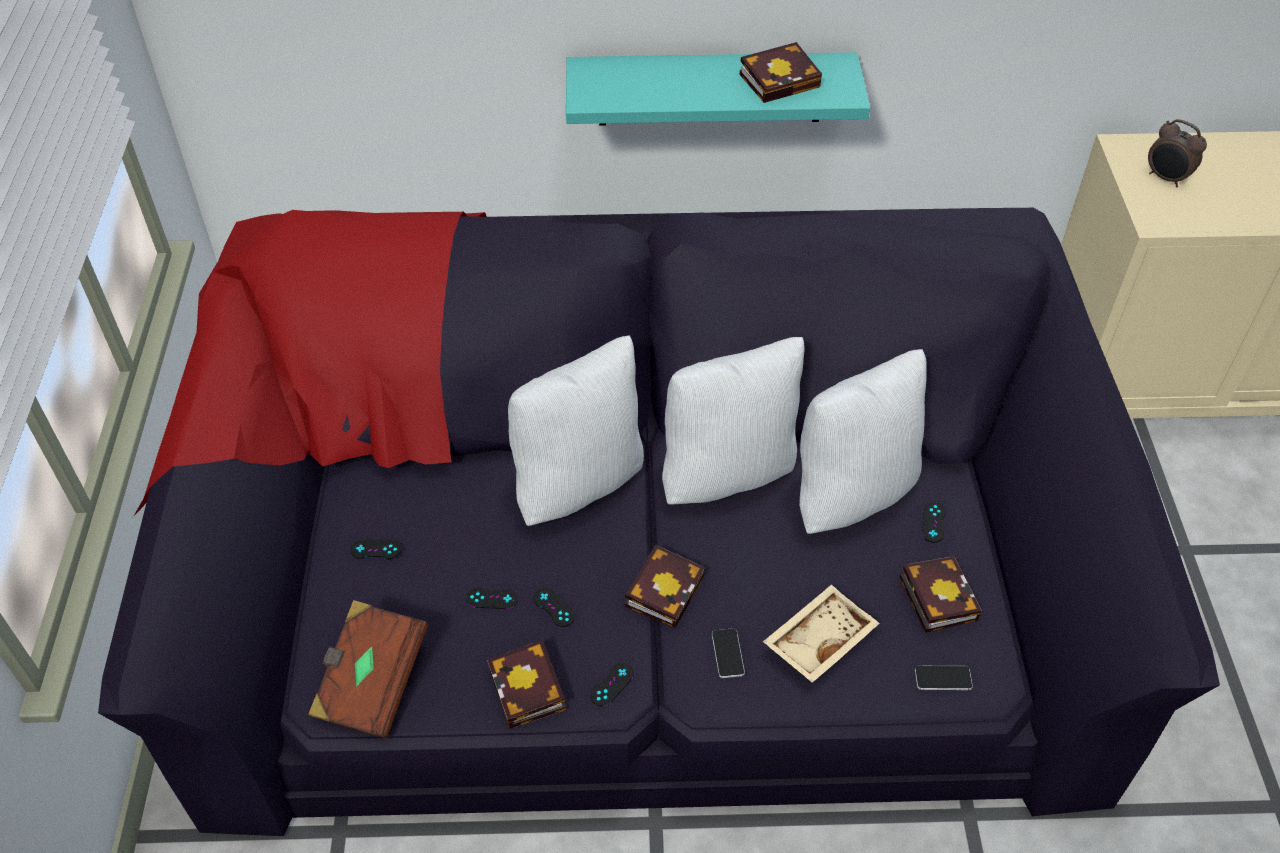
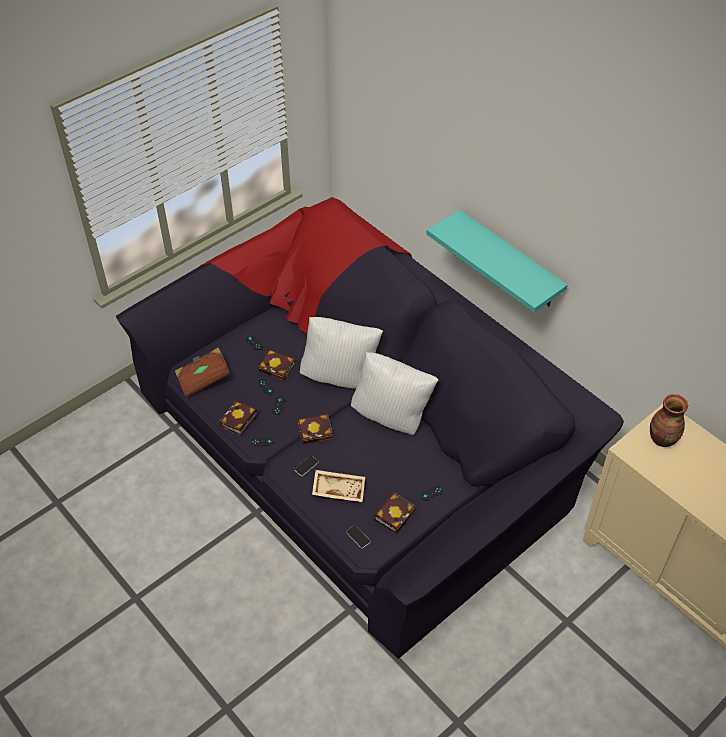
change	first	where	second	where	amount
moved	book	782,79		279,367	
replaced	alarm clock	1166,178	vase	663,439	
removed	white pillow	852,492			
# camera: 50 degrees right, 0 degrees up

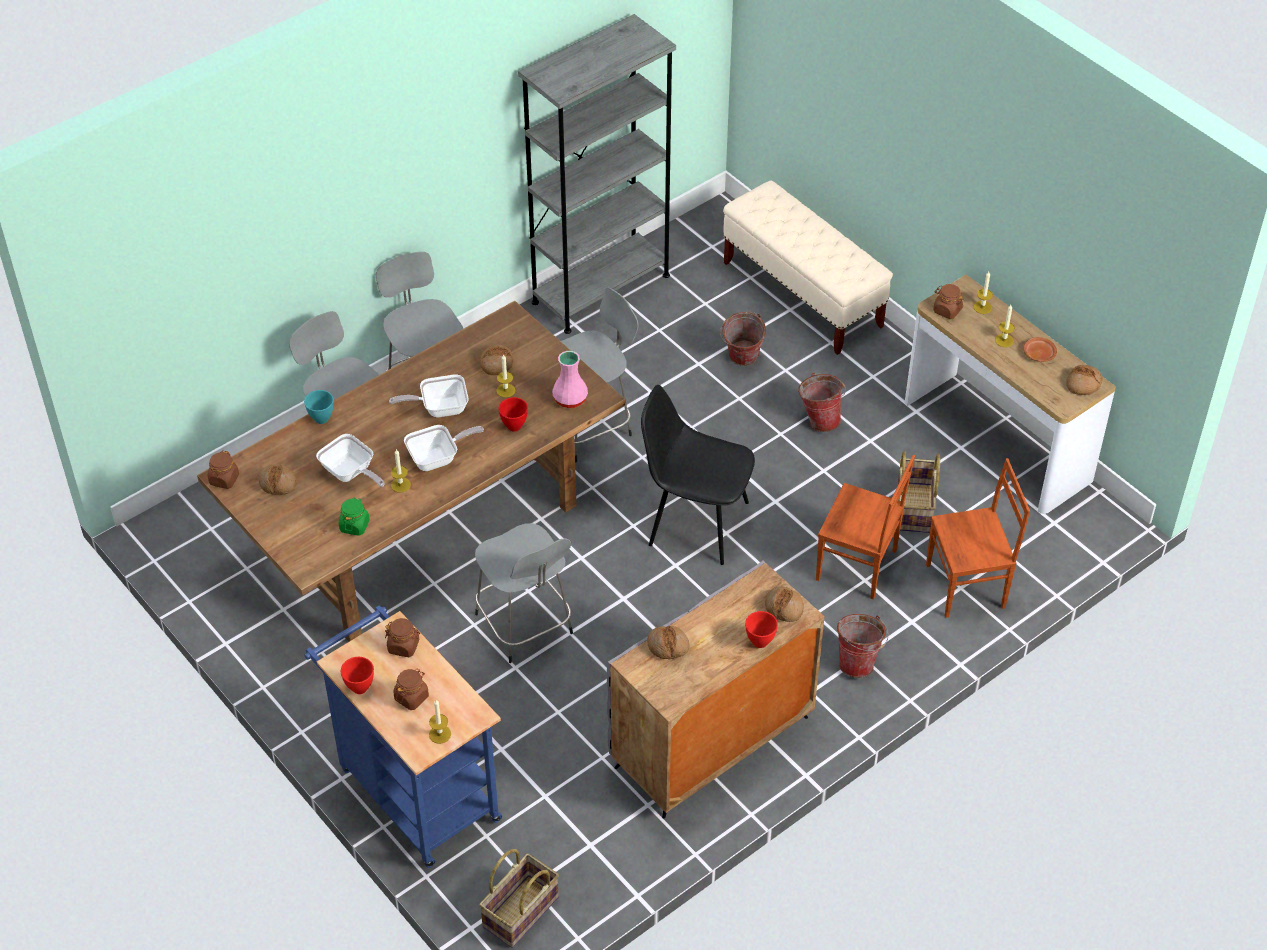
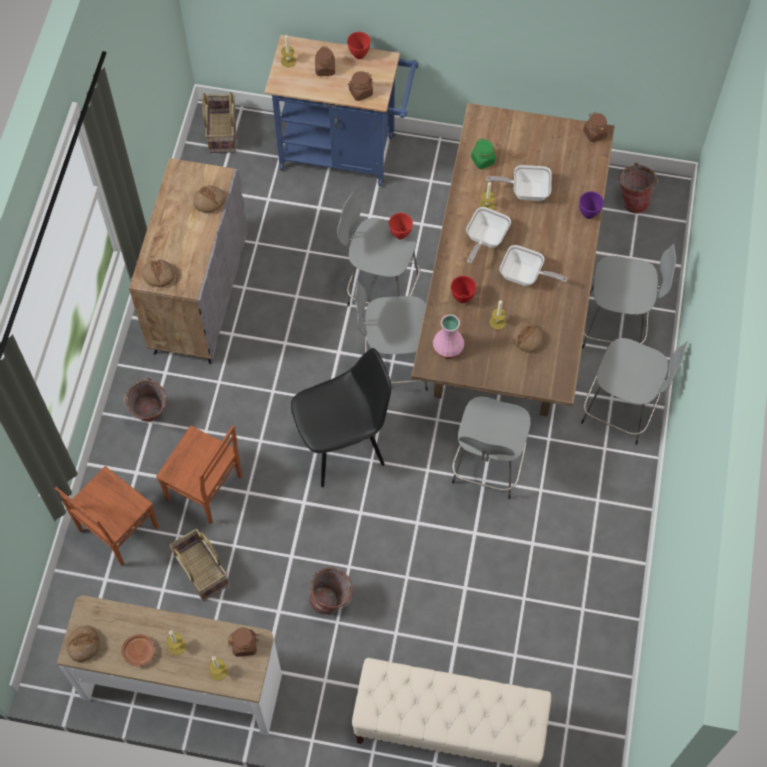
change	first	where	second	where	amount
removed	grey bookcase	601,289			
moved	bucket	741,360		633,200	
turned	frying pan	439,408		525,276	75 degrees clockwise
recoloured	turquoise bowl	321,419	purple bowl	589,214	
turned	brown chair	857,566		205,489	135 degrees counterclockwise
removed	bread	278,483			
moved	red bowl	760,642		399,234	
added			grey stool	394,365	
# camera: 140 degrees right, 15 degrees up

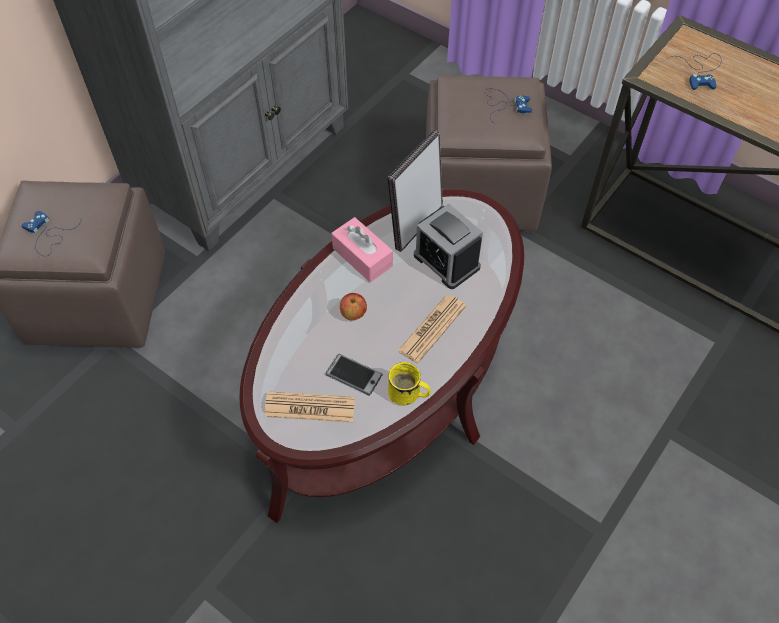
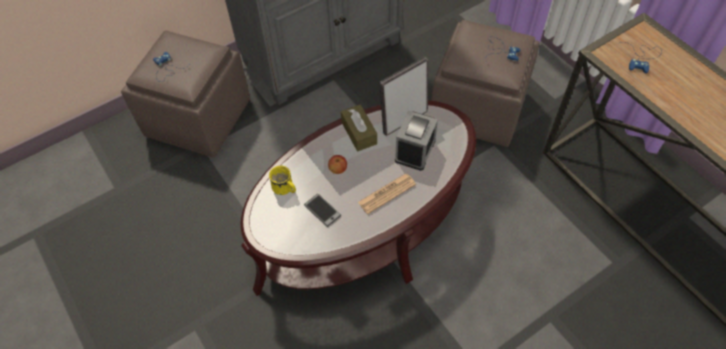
change	first	where	second	where	amount
turned	alarm clock	446,261		415,150	135 degrees counterclockwise
recoloured	pink tissue box	362,257	brown tissue box	359,133	
moved	yellow mug	409,395		285,189	
removed	newspaper	310,407			
# camera: 20 degrees right, 0 degrees up

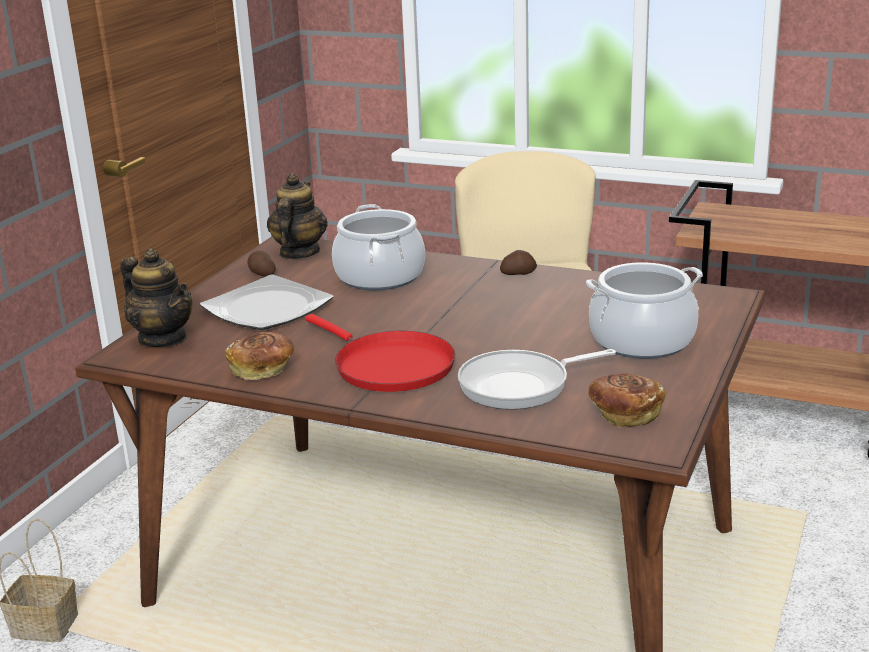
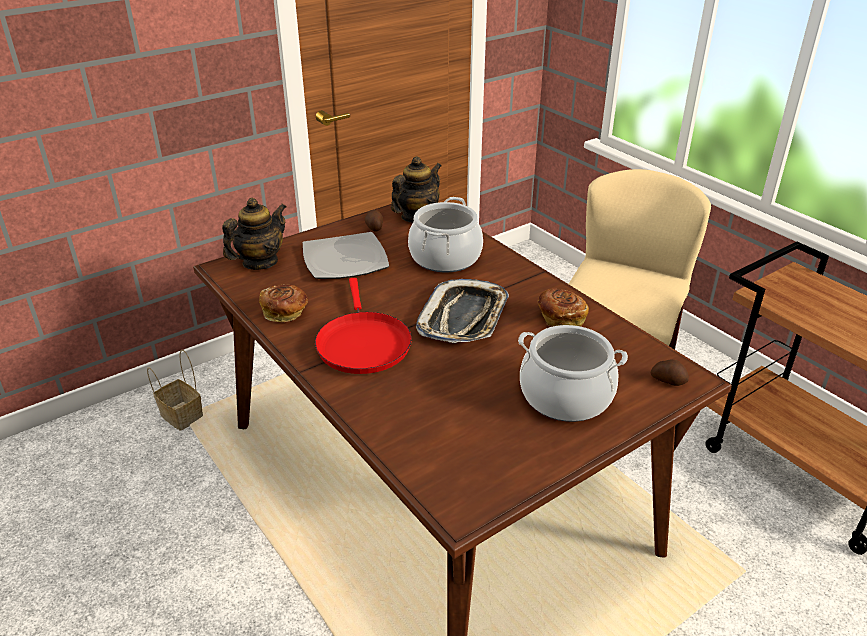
change	first	where	second	where	amount
turned	teapot	163,338		260,262	120 degrees counterclockwise
moved	potato	518,273		668,380	
removed	frying pan	520,385			
moved	bread	624,414		560,318	
added			tray	464,318	
# camera: 30 degrees right, 10 degrees up

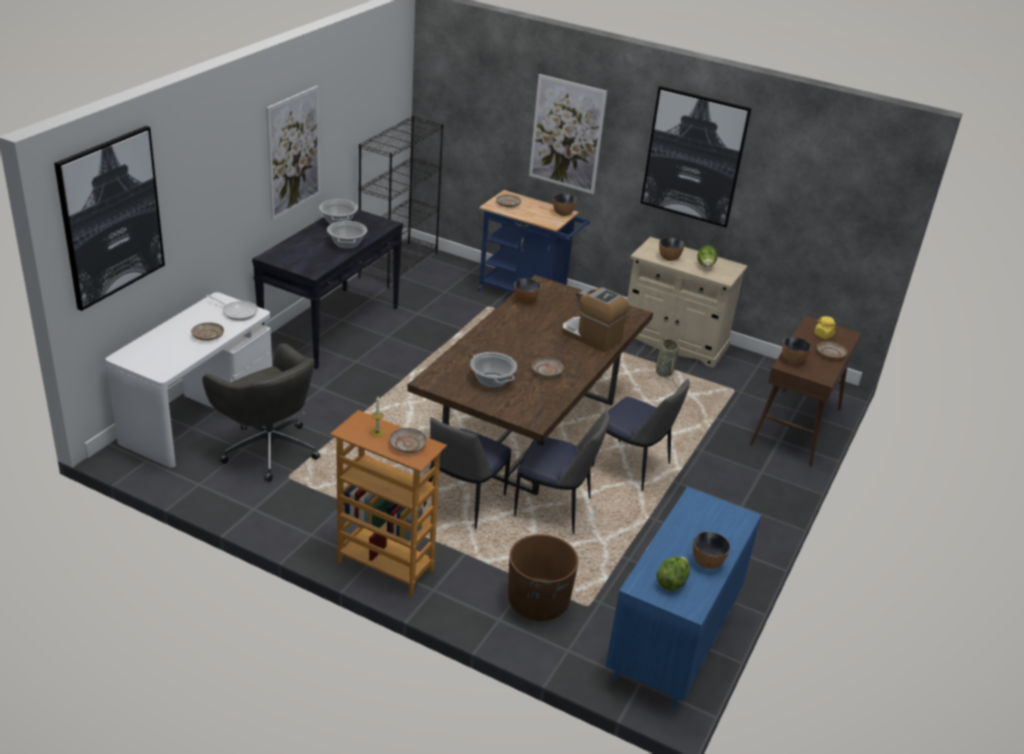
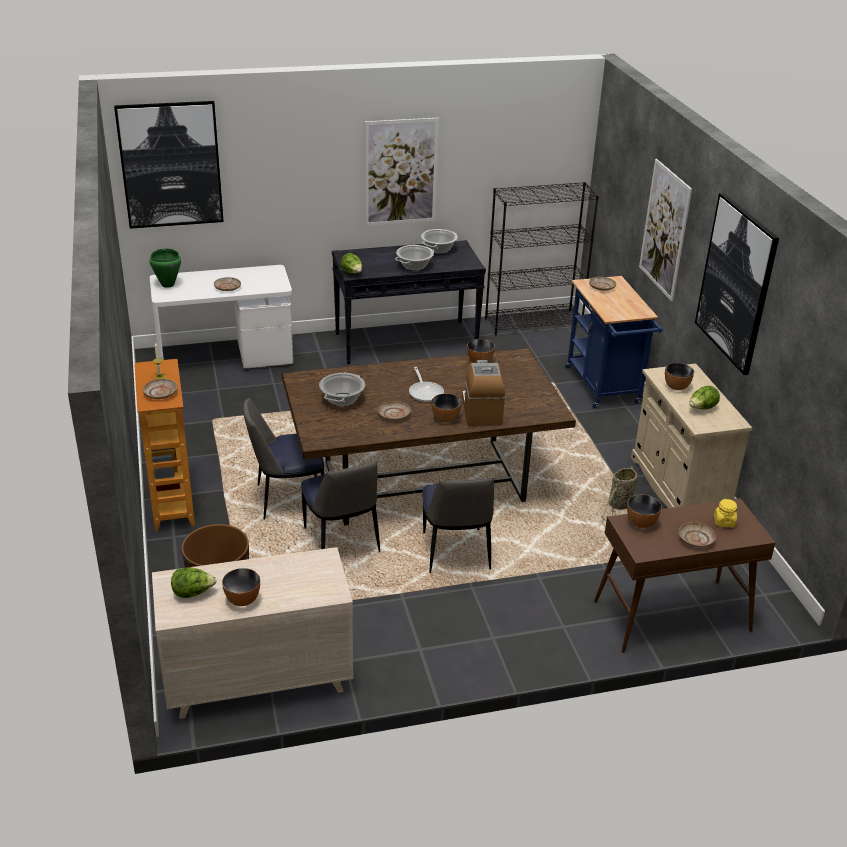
change	first	where	second	where	amount
moved	bowl	563,213		445,418	
moved	frying pan	237,312		425,392	
removed	grey office chair	268,449			
recoloured	blue dresser	673,642	beige dresser	257,681	
added			green cooking pot	167,285	
added			lettuce	352,273	
# camera: 50 degrees right, 0 degrees up

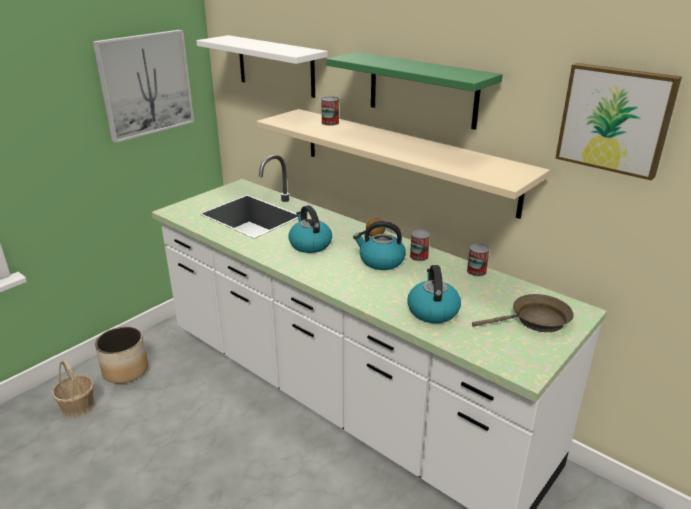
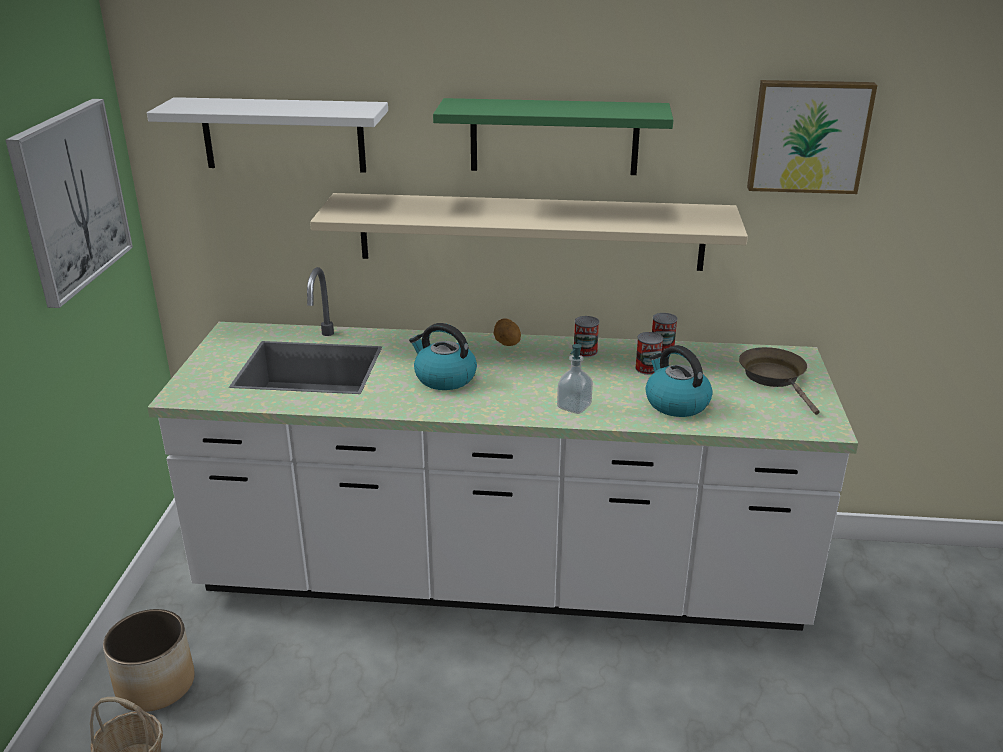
change	first	where	second	where	amount
moved	can	330,123		647,368	
removed	kettle	381,261			
turned	brown frying pan	535,320		775,378	60 degrees counterclockwise
added			soap dispenser	574,407	
# camera: 35 degrees left, 0 degrees up

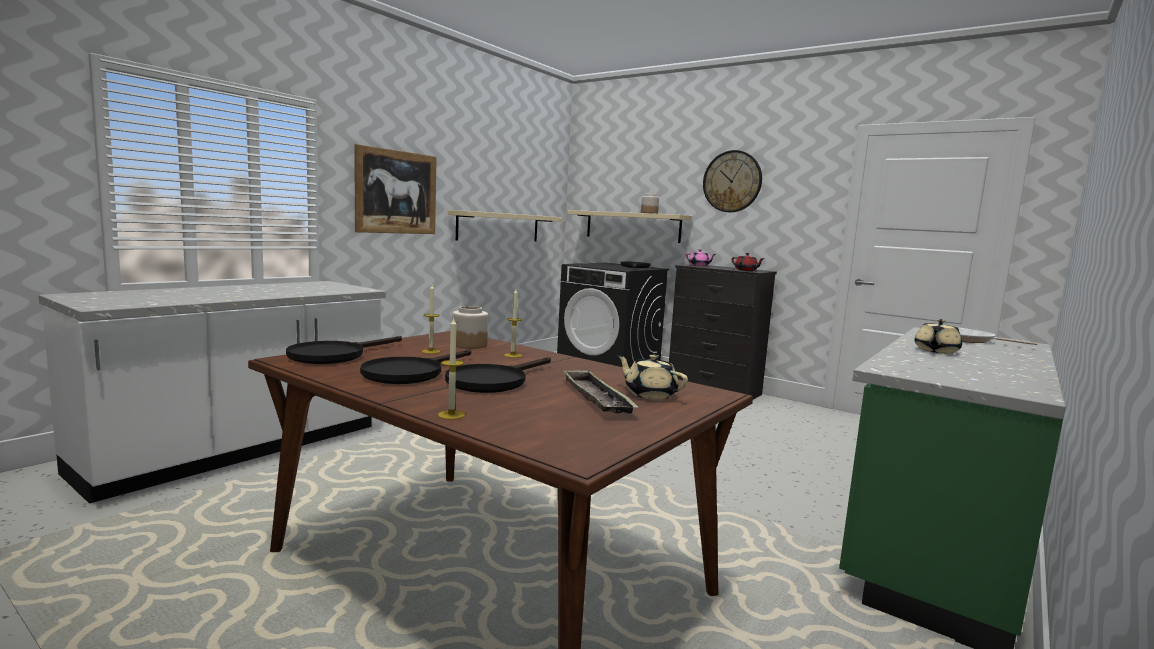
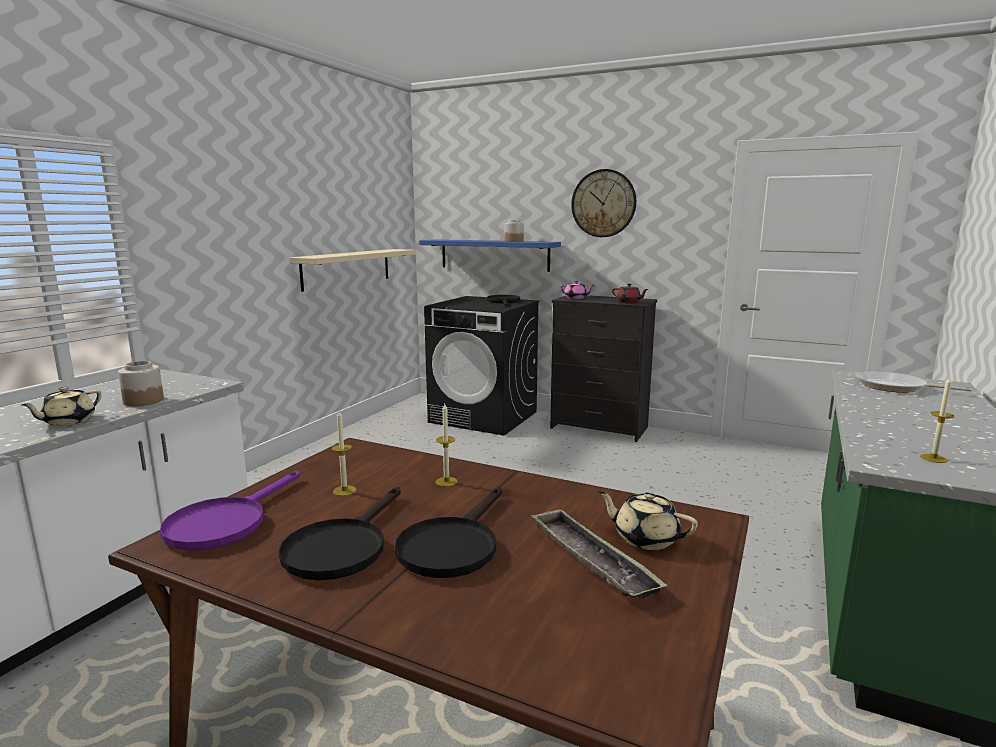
change	first	where	second	where	amount
removed	picture	396,192			
recoloured	beige shelf	632,226	blue shelf	494,255	
moved	jar	469,345		143,401	
moved	candle	451,415		933,458	
moved	beige teapot	936,351		68,421	
recoloured	black frying pan	335,355	purple frying pan	225,522	
# camera: 10 degrees left, 5 degrees up

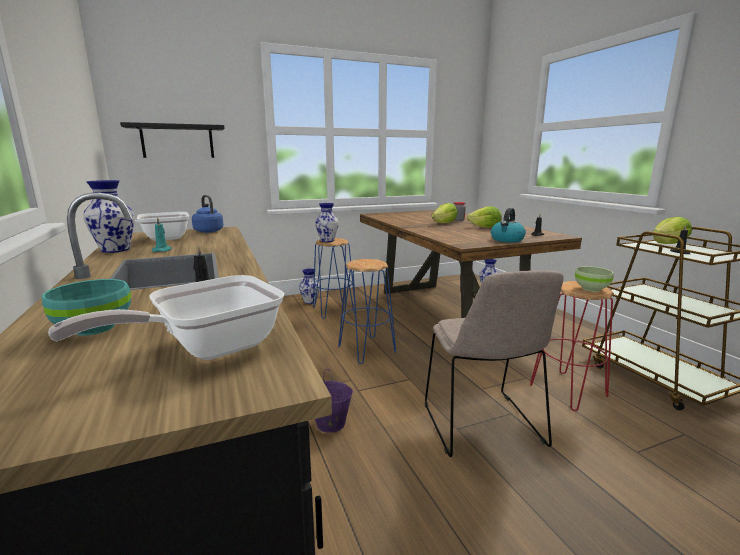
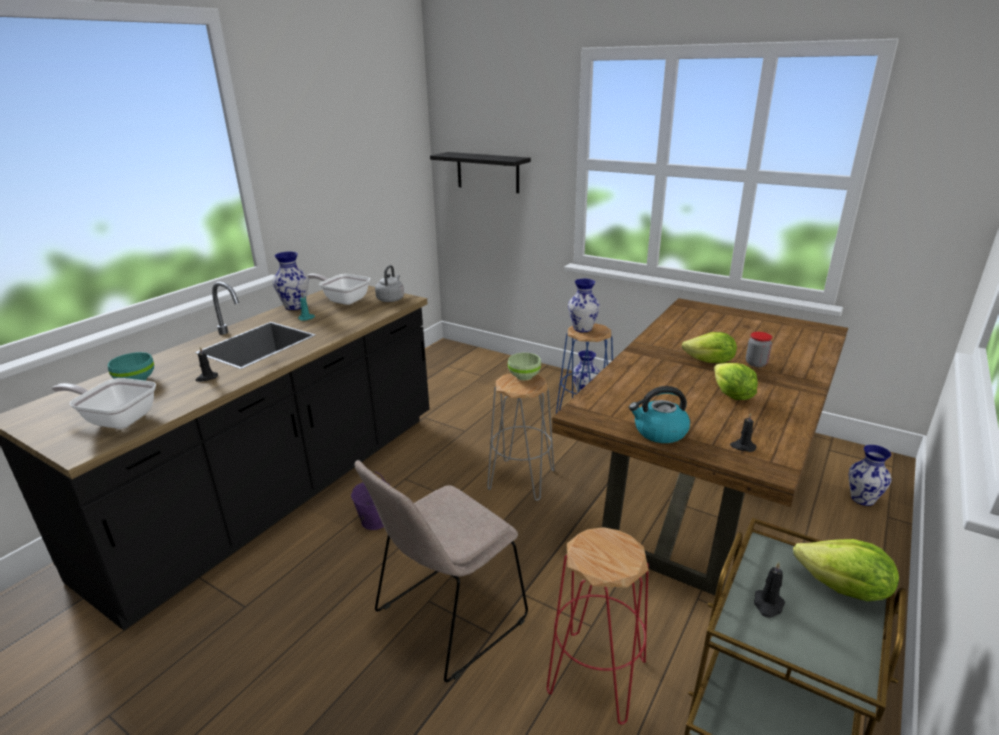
change	first	where	second	where	amount
recoloured	blue kettle	208,231	grey kettle	391,299	
recoloured	blue stool	366,349	grey stool	521,479	
moved	green bowl	592,289		524,377	
# camera: 55 degrees right, 10 degrees up

